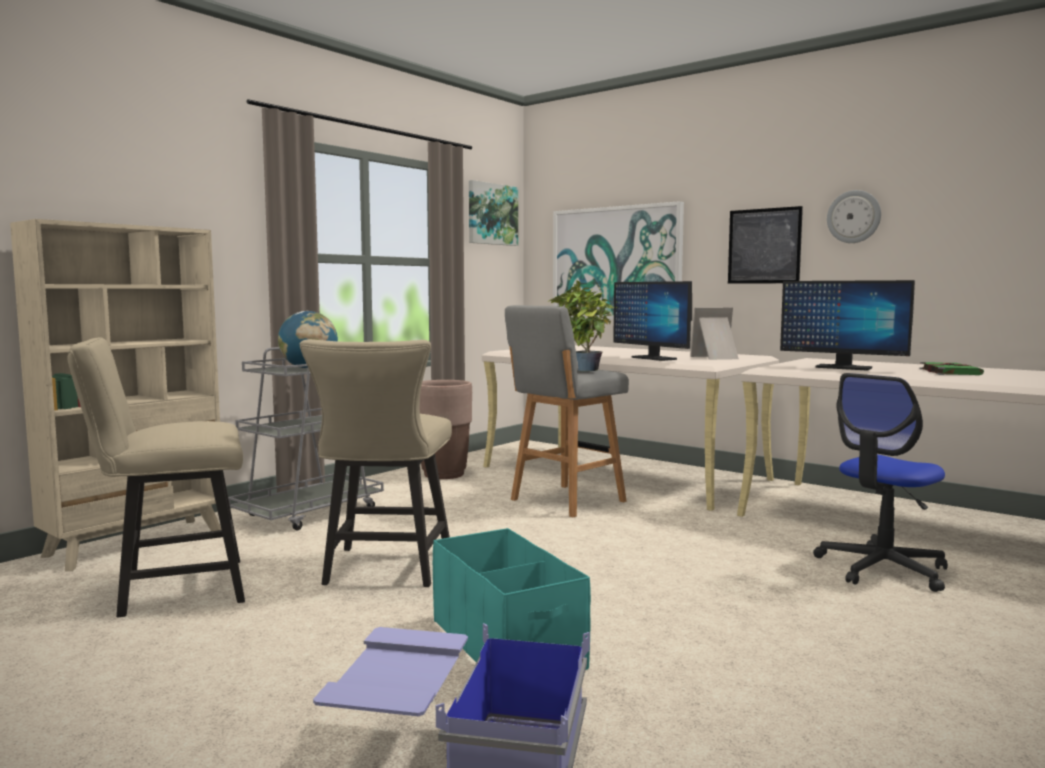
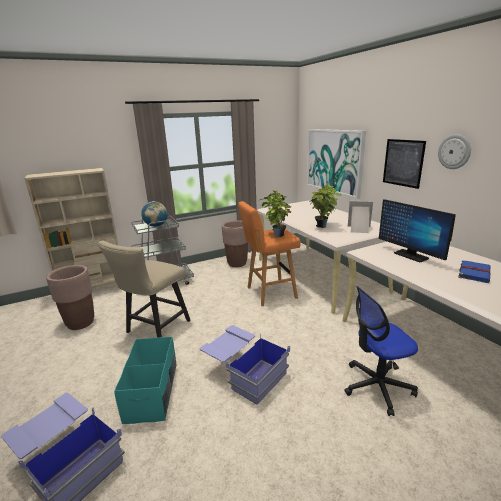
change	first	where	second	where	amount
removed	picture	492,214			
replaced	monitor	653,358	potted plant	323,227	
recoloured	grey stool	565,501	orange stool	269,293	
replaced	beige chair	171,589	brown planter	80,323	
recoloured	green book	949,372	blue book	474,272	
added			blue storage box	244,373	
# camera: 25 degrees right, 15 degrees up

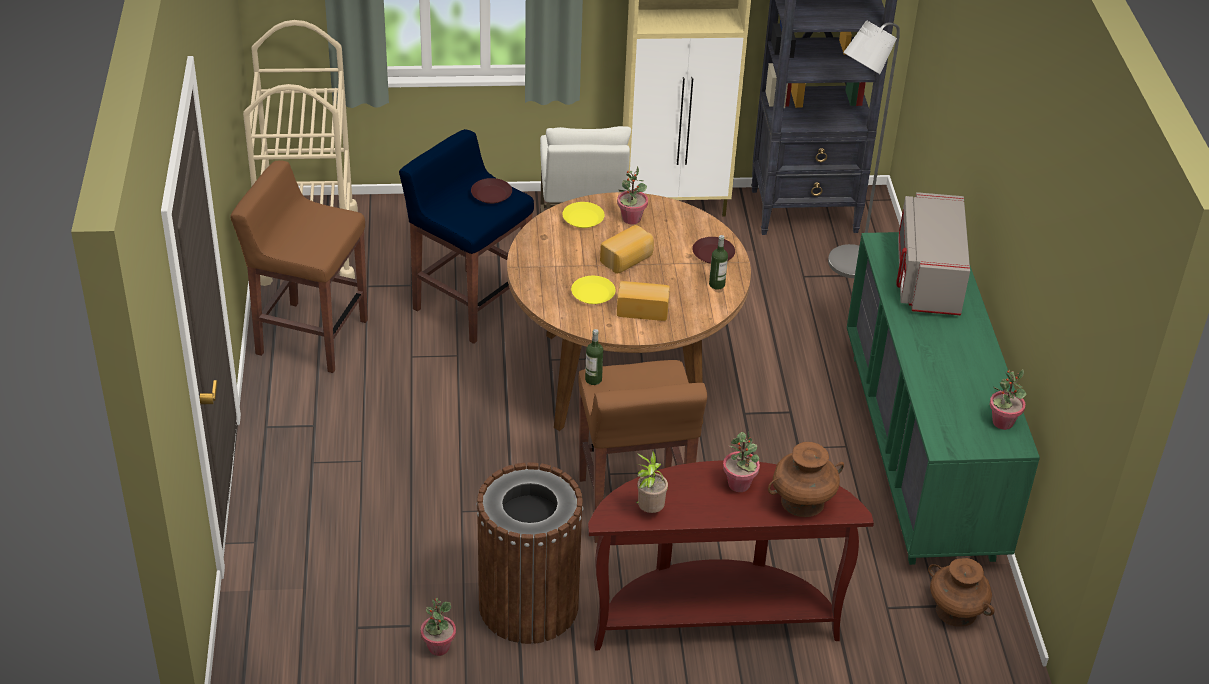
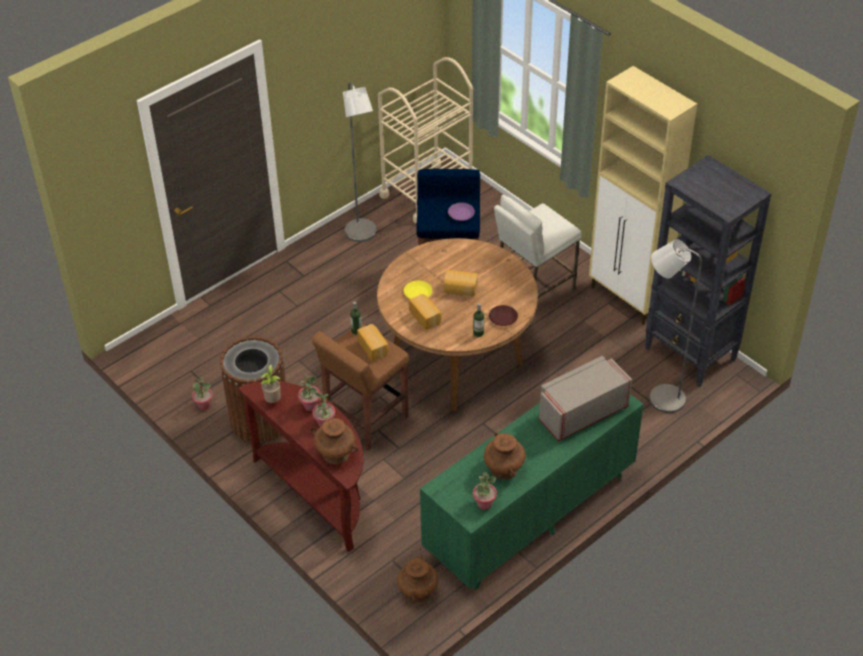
change	first	where	second	where	amount
replaced	brown stool	310,336	grey floor lamp	362,235	
moved	potted plant	631,219		310,406	
recoloured	brown plate	491,194	purple plate	461,214	
removed	yellow plate	583,219			
added			bread	374,348	
added			brown vase	503,468	
# camera: 55 degrees right, 5 degrees up

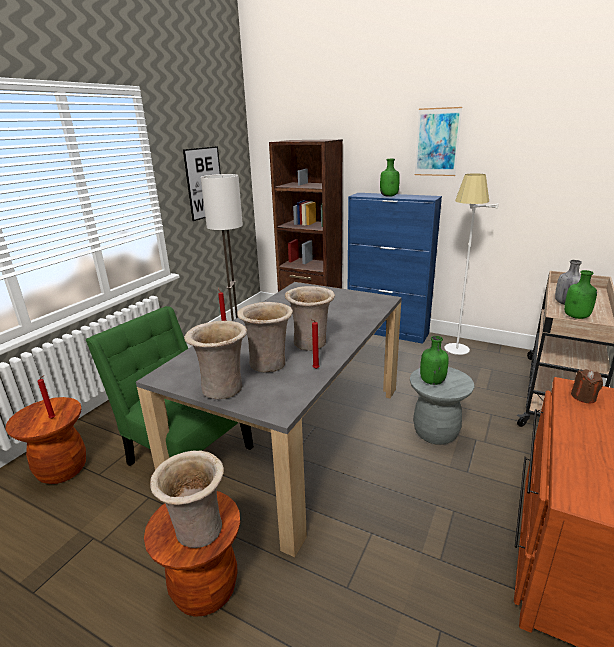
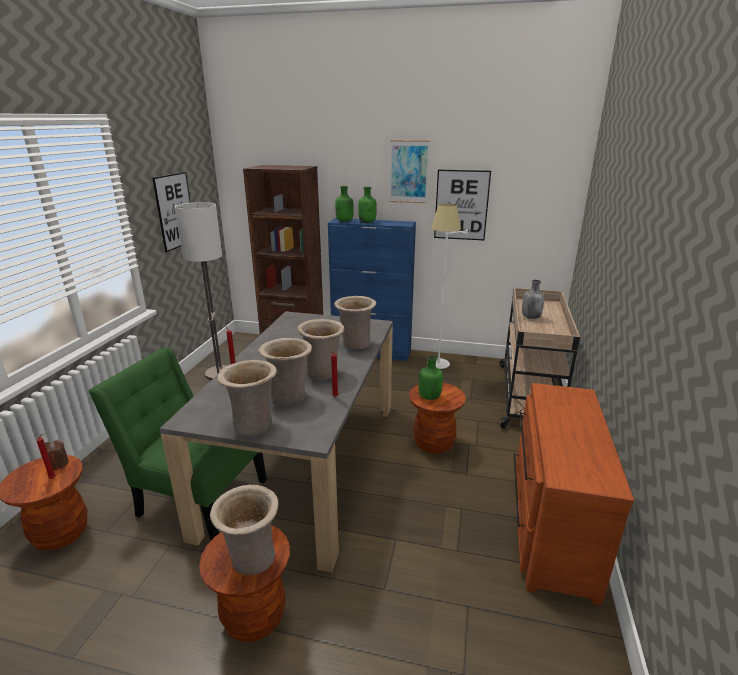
change	first	where	second	where	amount
moved	green bottle	576,317		345,221	
recoloured	grey stool	435,433	brown stool	434,443	
moved	brown candle	583,397		58,464	
added			picture	461,205	
added			beige vase	355,344	
# camera: 15 degrees left, 0 degrees up

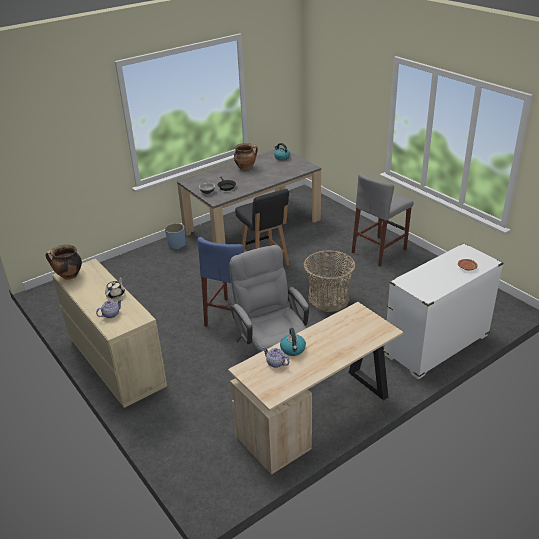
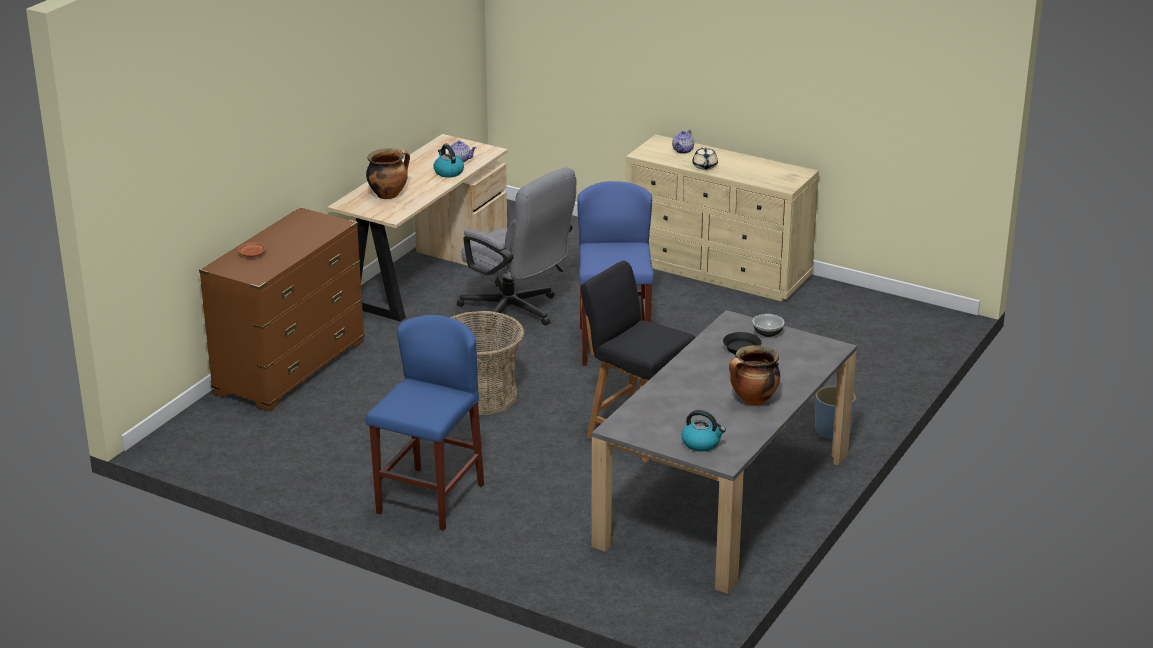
change	first	where	second	where	amount
recoloured	grey stool	379,251	blue stool	430,499	
recoloured	white dresser	436,346	brown dresser	290,368	
moved	cooking pot	68,276		388,194	
# camera: 155 degrees right, 5 degrees down

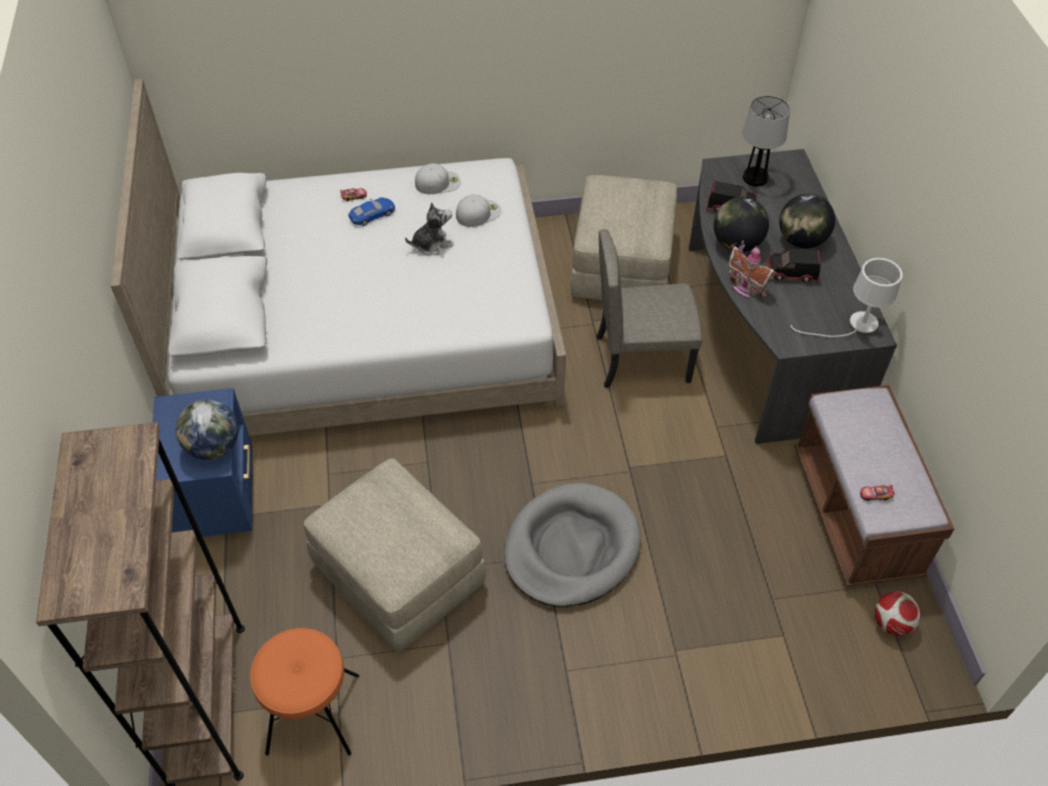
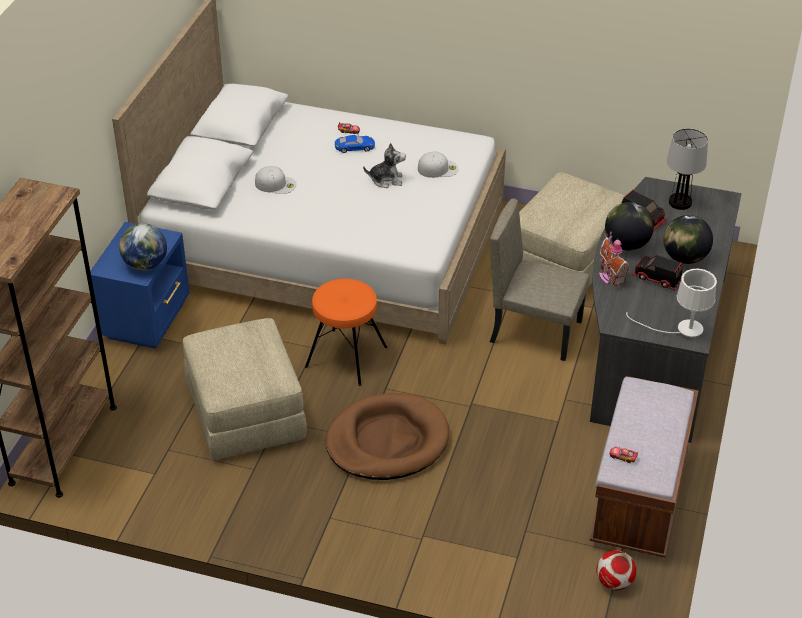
change	first	where	second	where	amount
moved	white cap	438,182		276,184	
recoloured	grey dog bed	571,548	brown dog bed	387,441	
moved	orange stool	313,713		346,357	
# camera: 25 degrees right, 10 degrees down

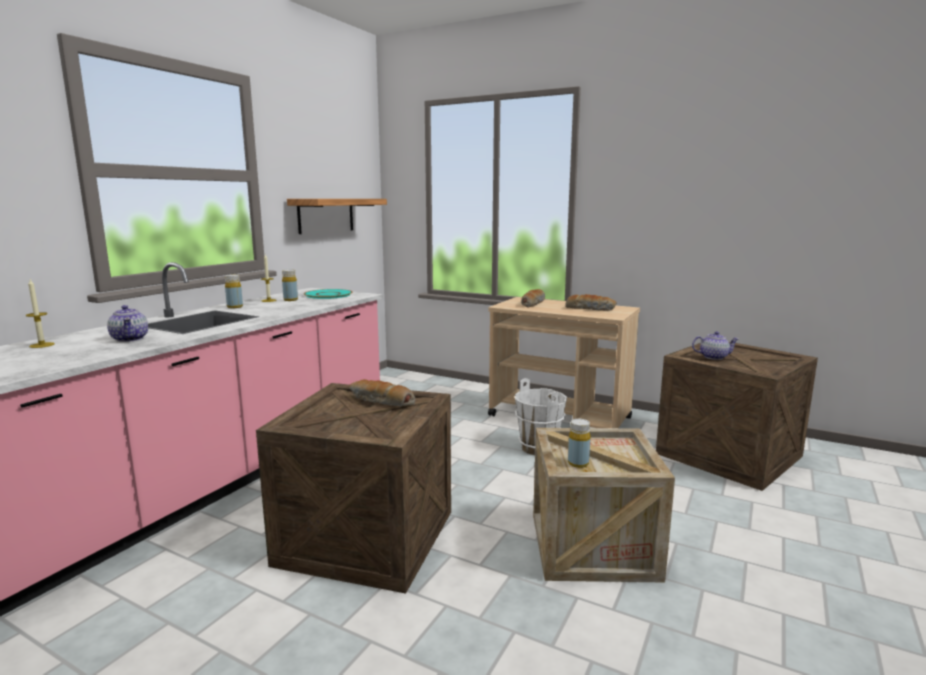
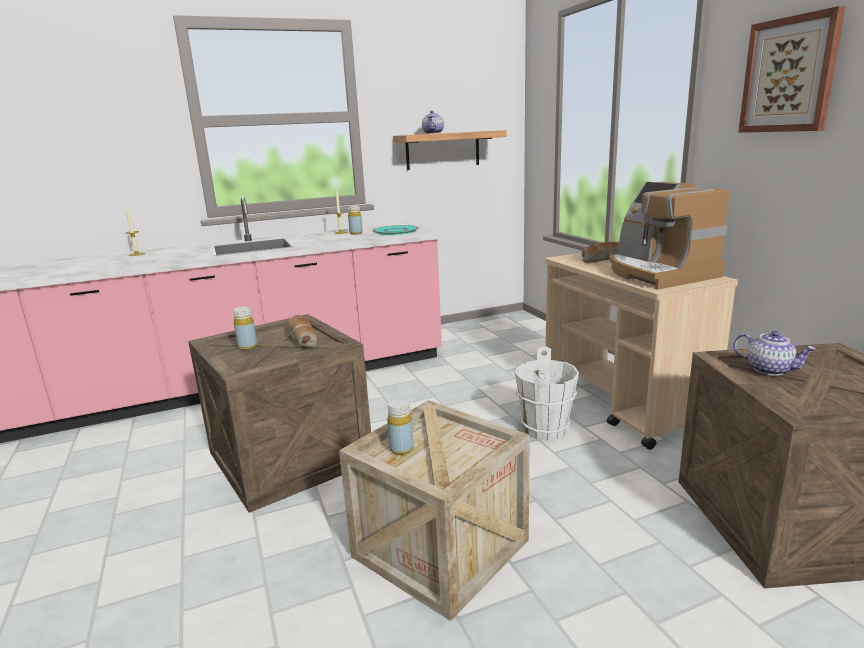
change	first	where	second	where	amount
moved	yellow bottle	235,307		247,347	
replaced	bread	590,309	coffee machine	658,273	
moved	teapot	130,339		433,133	
added			picture	789,75	
# camera: 40 degrees right, 5 degrees up

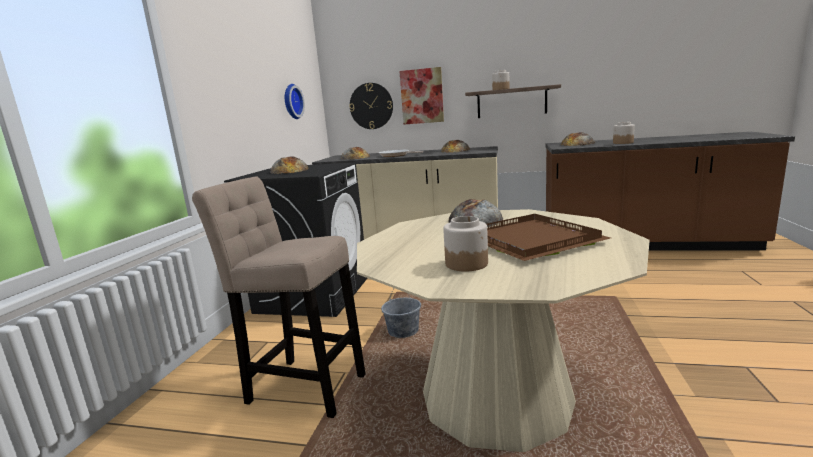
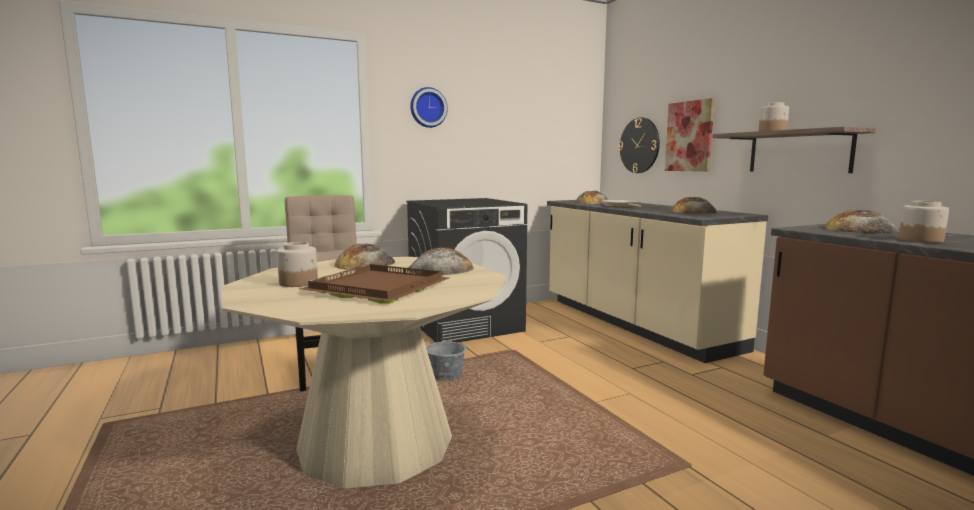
change	first	where	second	where	amount
moved	wall clock	291,101		427,107	
moved	bread	289,170		365,263	
# camera: 50 degrees right, 5 degrees down

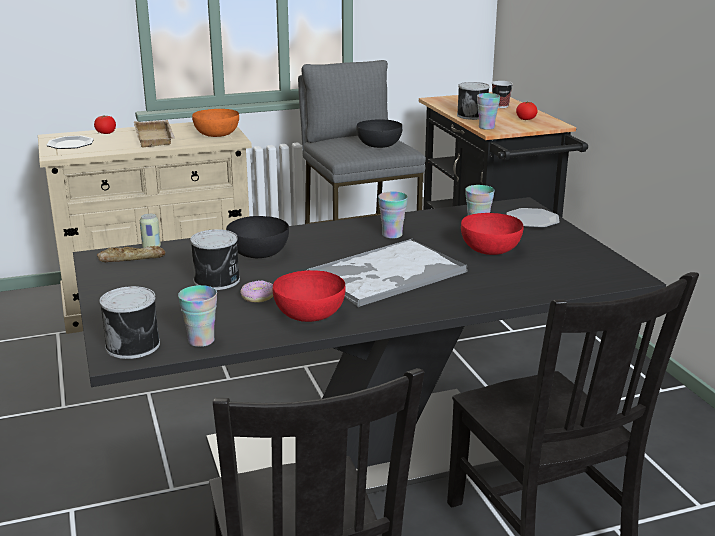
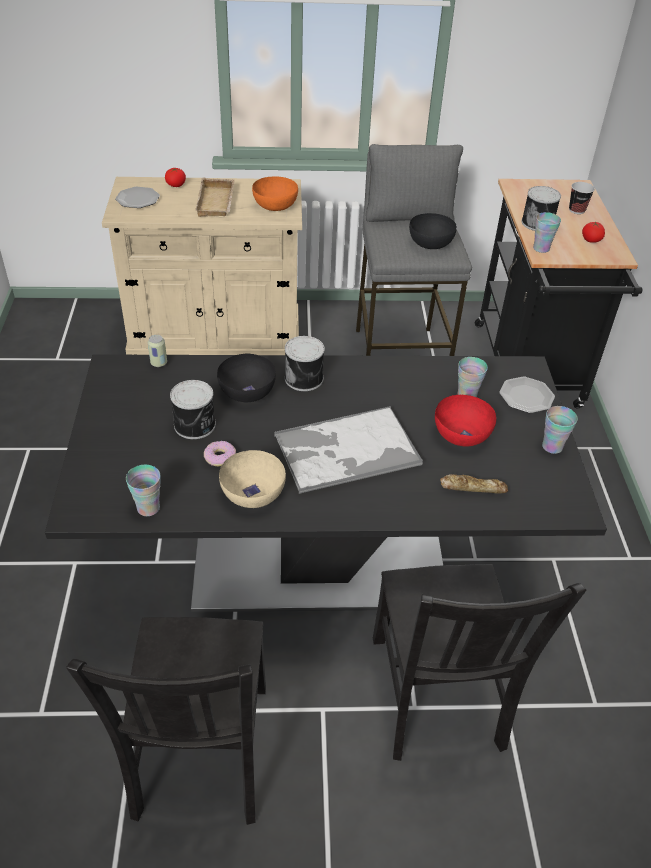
change	first	where	second	where	amount
moved	cup	392,235		552,446	
moved	bread	131,258		473,487	
recoloured	red bowl	309,314	beige bowl	252,494	
moved	can	134,345		305,378	
# camera: 15 degrees right, 20 degrees up

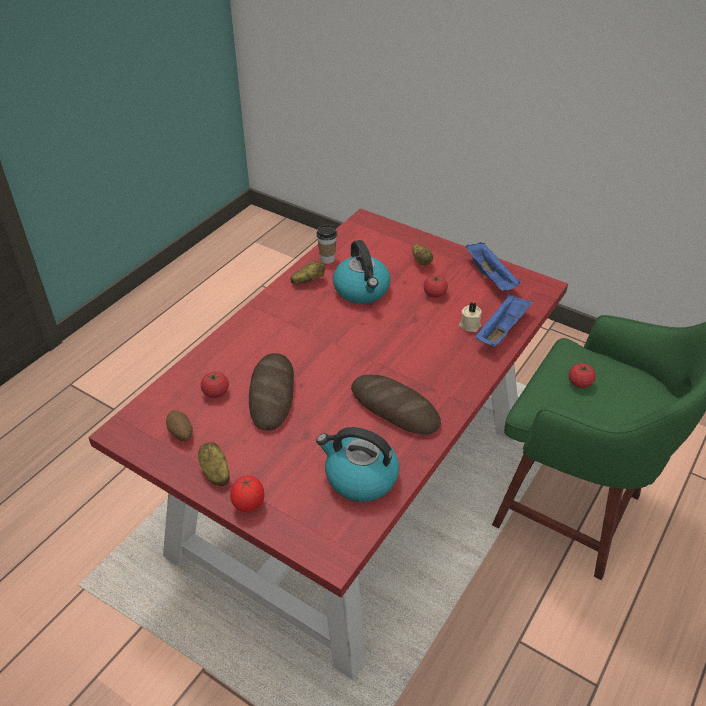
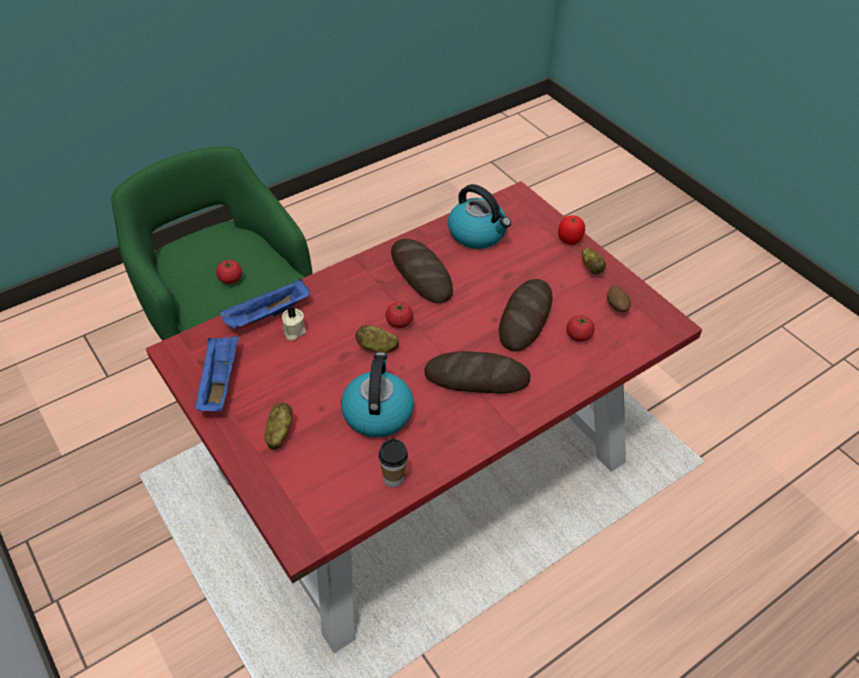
change	first	where	second	where	amount
moved	potato	308,281		377,348	
moved	tomato	434,294		399,322	
added			bread	476,378	
# camera: 160 degrees left, 5 degrees up

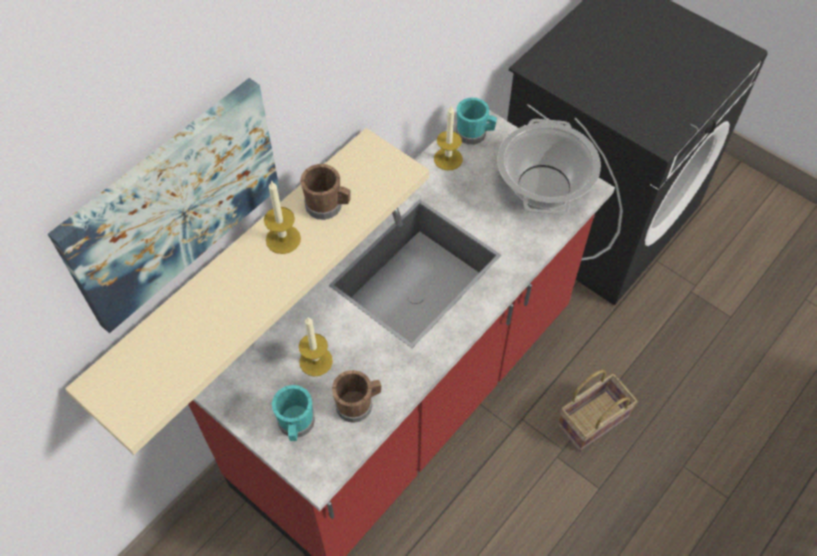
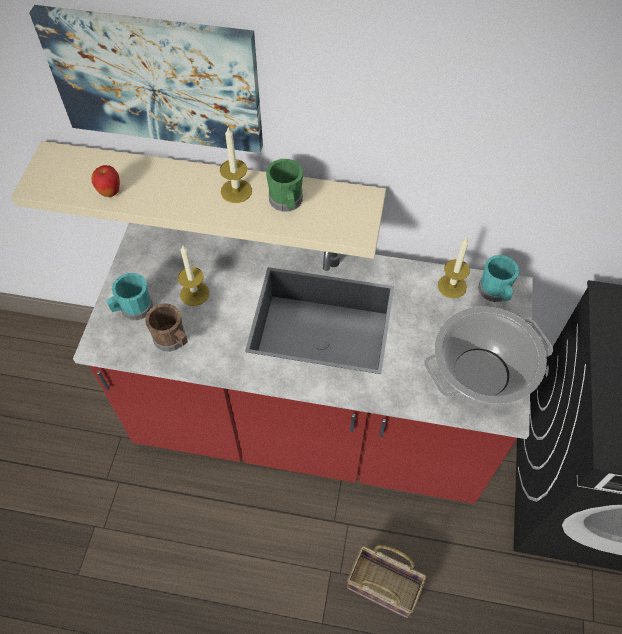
change	first	where	second	where	amount
recoloured	brown mug	328,206	green mug	286,202	
added			apple	110,193	
# camera: 60 degrees right, 0 degrees up

